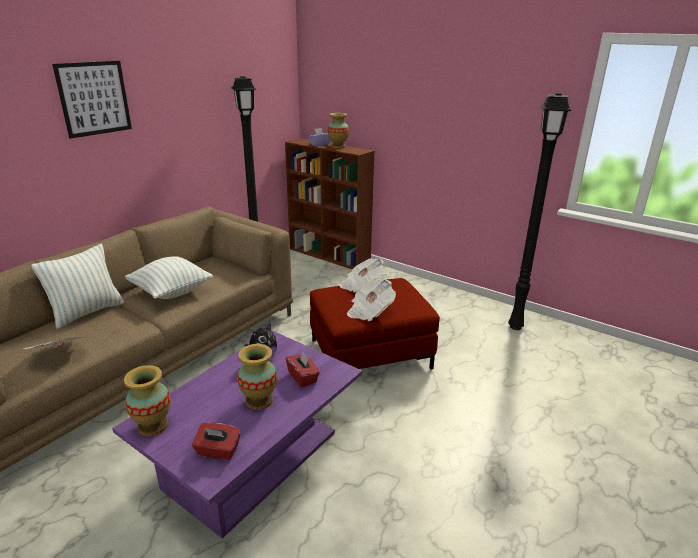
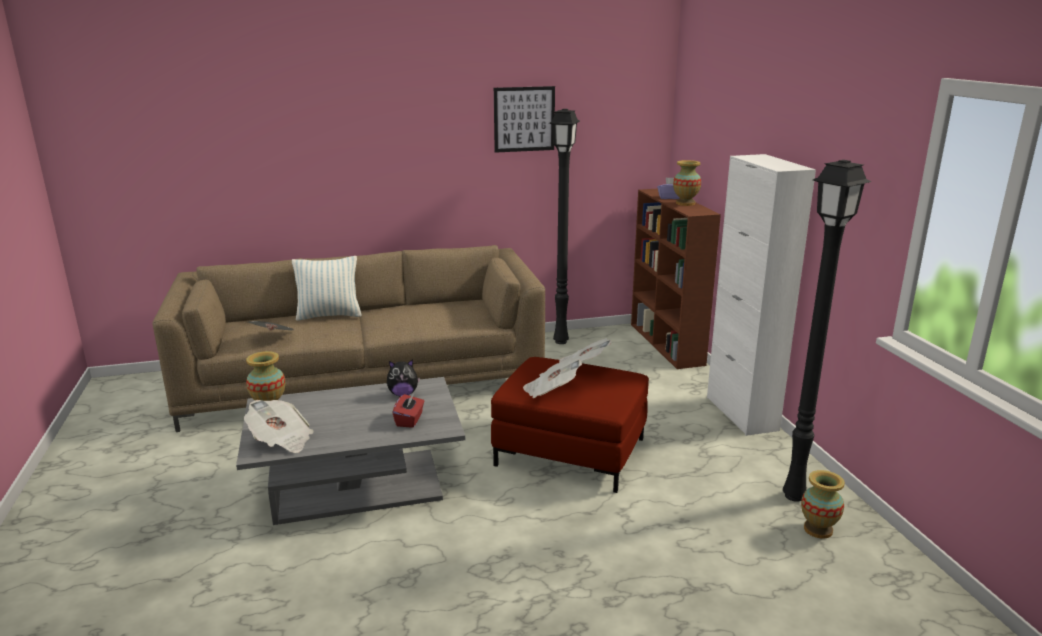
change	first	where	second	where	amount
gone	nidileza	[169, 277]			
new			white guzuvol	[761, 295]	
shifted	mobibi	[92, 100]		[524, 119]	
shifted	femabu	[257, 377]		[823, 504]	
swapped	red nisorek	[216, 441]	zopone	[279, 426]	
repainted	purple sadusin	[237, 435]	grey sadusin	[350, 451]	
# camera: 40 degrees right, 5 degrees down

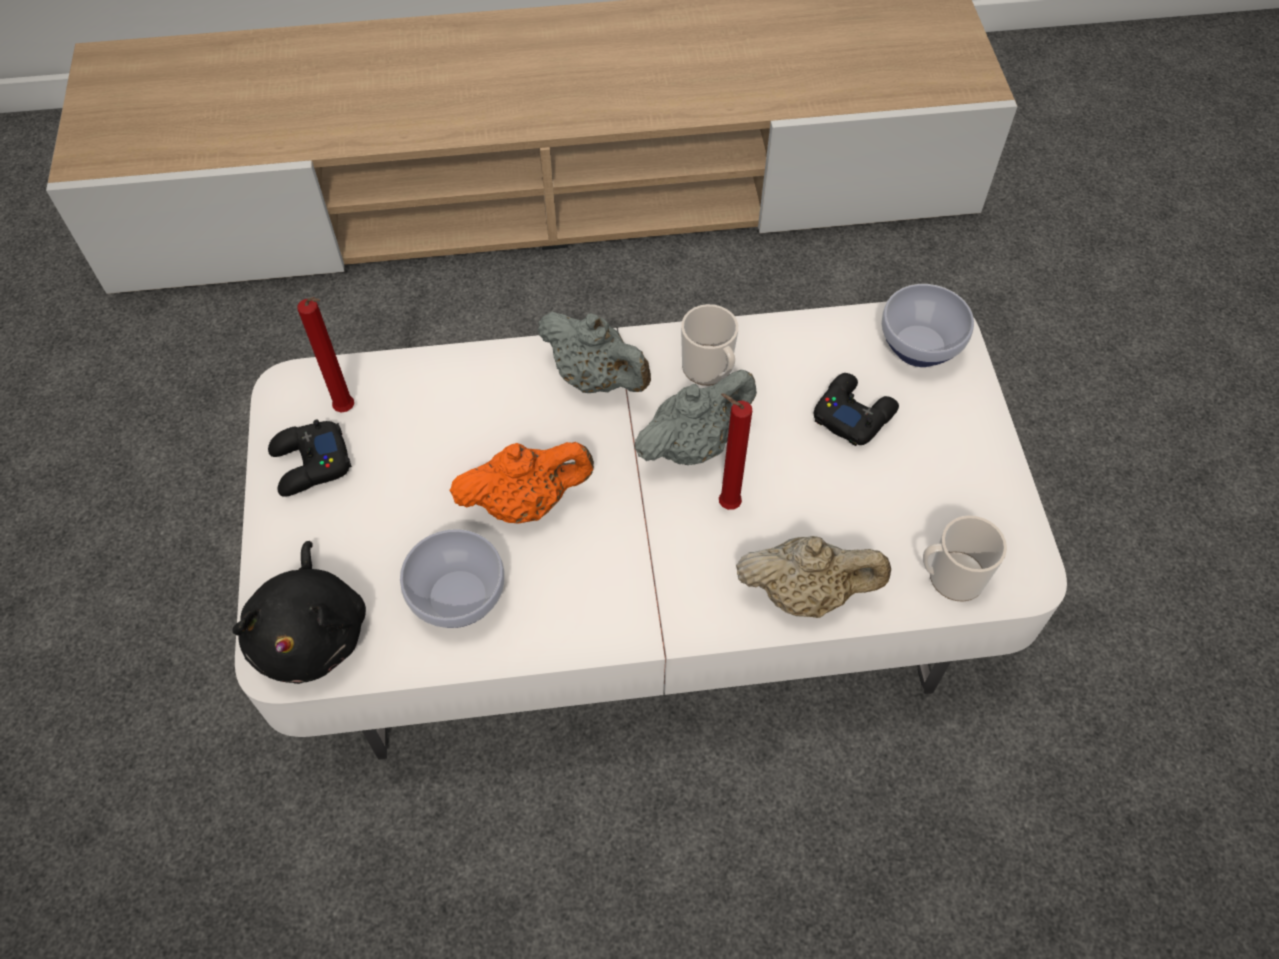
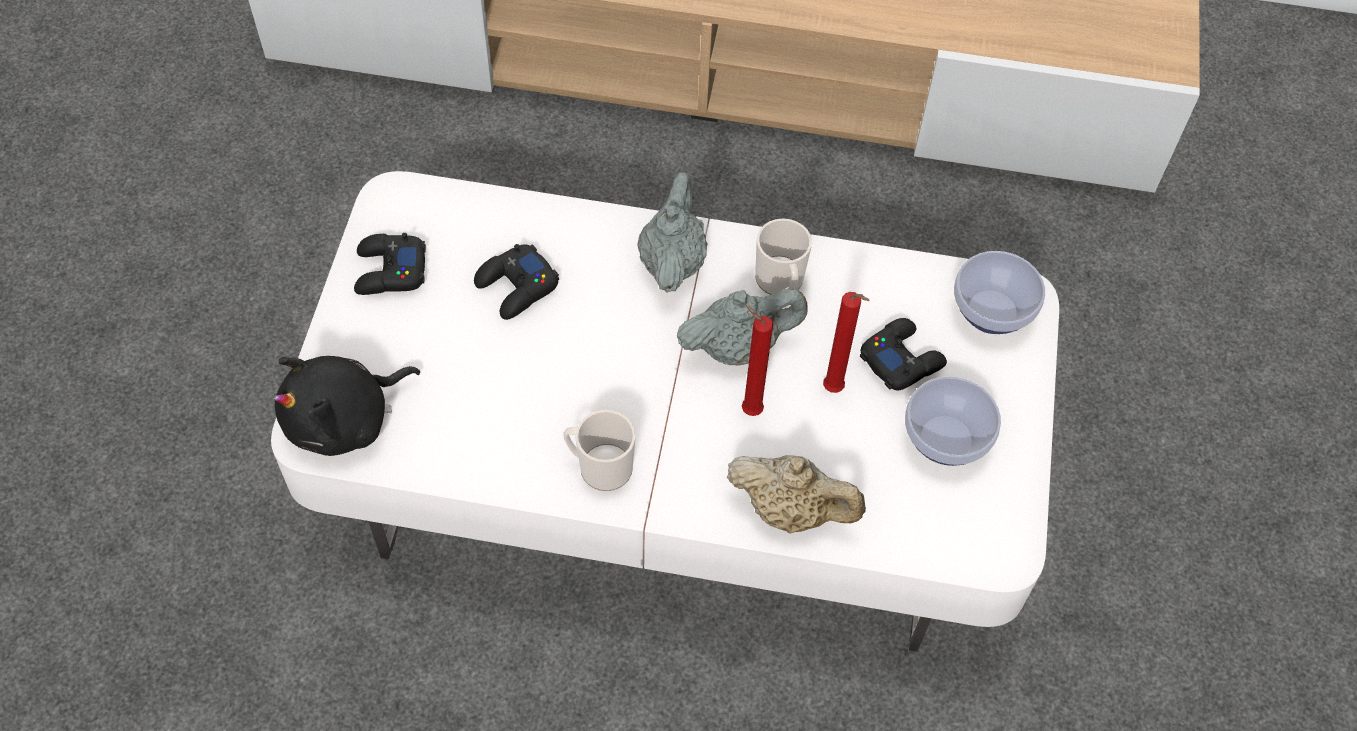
change	first	where	second	where	amount
gone	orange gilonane	[521, 483]			
new			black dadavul	[516, 282]	
shifted	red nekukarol	[325, 354]		[846, 342]	
shifted	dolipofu	[452, 578]		[953, 421]	
shifted	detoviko	[965, 559]		[599, 450]	
rotated	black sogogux	[299, 612]		[347, 406]	45 degrees clockwise
rotated	grey gilonane	[594, 352]		[672, 232]	135 degrees counterclockwise
# camera: 15 degrees right, 0 degrees up

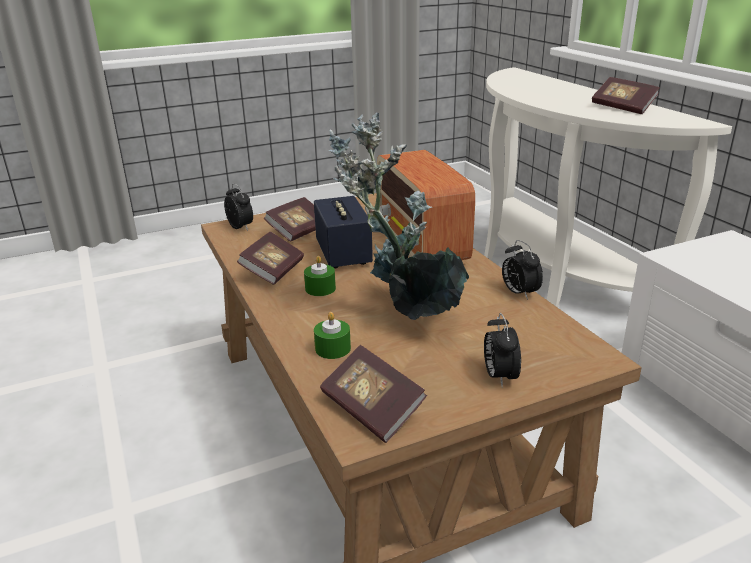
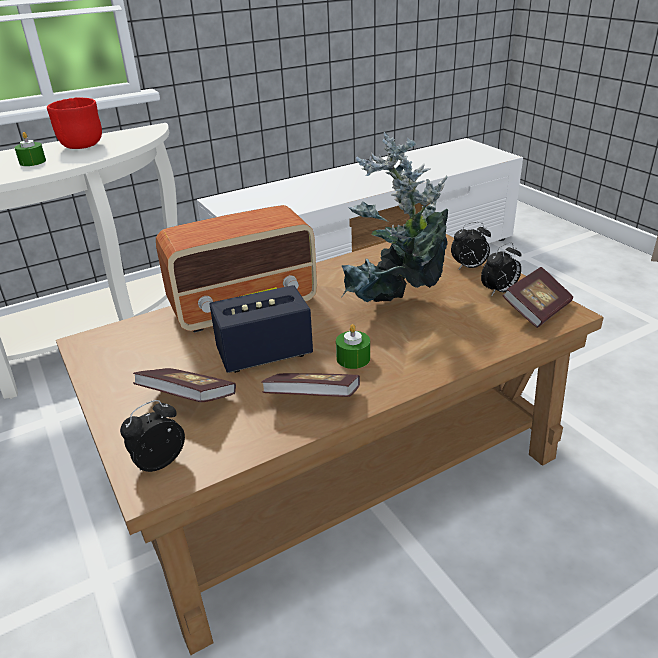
change	first	where	second	where	amount
shifted	green nekukarol	[332, 335]		[30, 149]	
shifted	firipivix	[522, 270]		[501, 269]	
swapped	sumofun	[626, 95]	red dolipofu	[74, 123]	
# camera: 95 degrees left, 5 degrees up

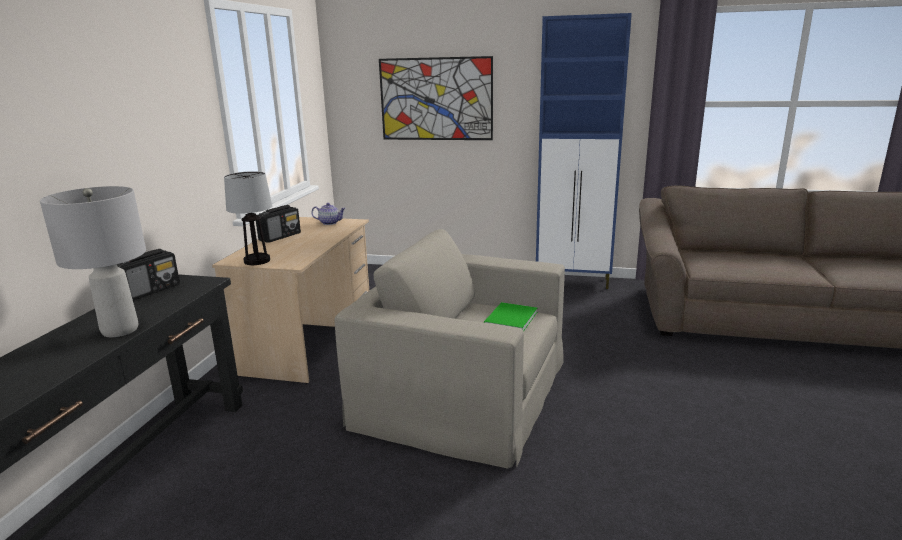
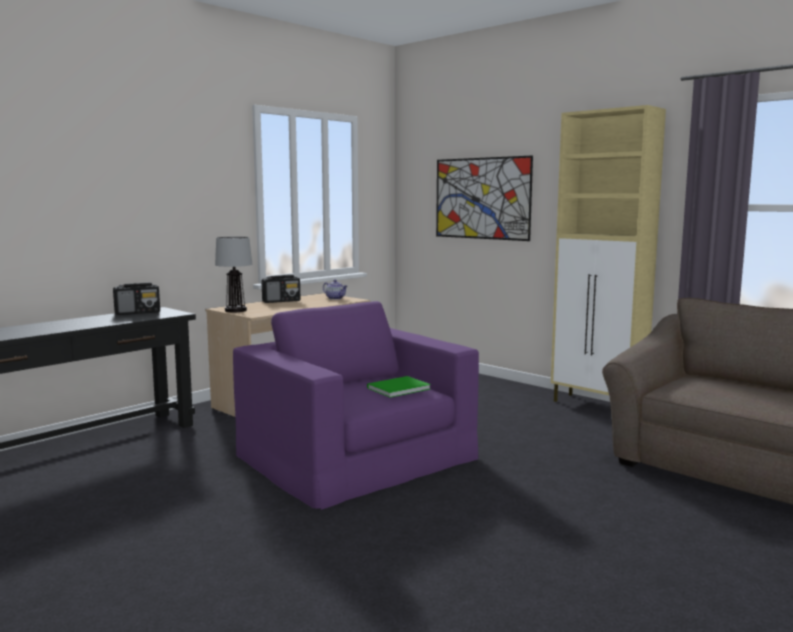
change	first	where	second	where	amount
gone	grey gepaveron	[93, 261]			
repainted	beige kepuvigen	[449, 349]	purple kepuvigen	[356, 405]	
repainted	blue guzuvol	[584, 151]	beige guzuvol	[608, 253]	
# camera: 30 degrees right, 10 degrees down

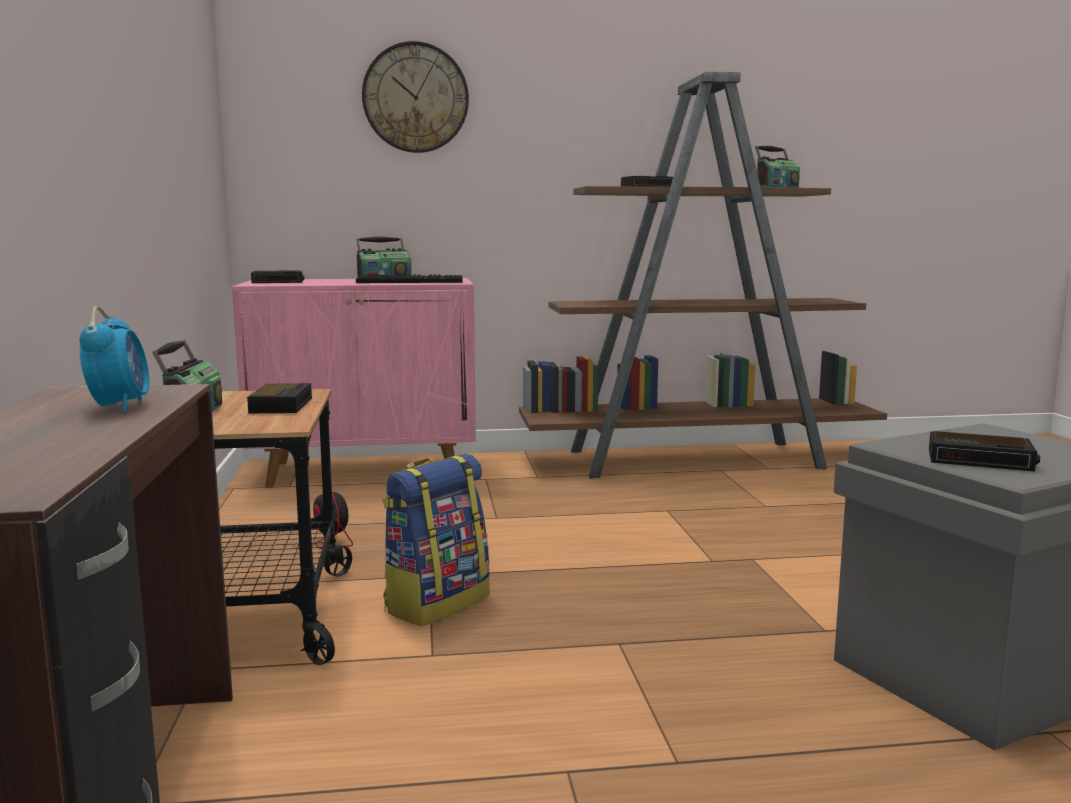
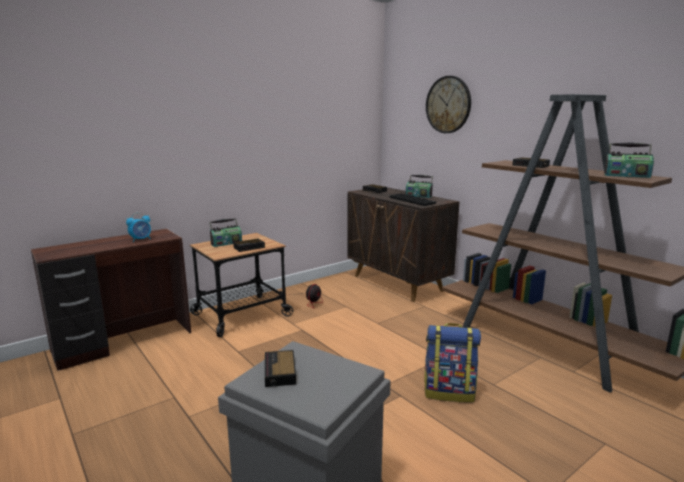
change	first	where	second	where	amount
shifted	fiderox	[436, 540]		[452, 362]	
repainted	pink guzuvol	[354, 383]	brown guzuvol	[403, 244]	
# camera: 60 degrees right, 5 degrees up

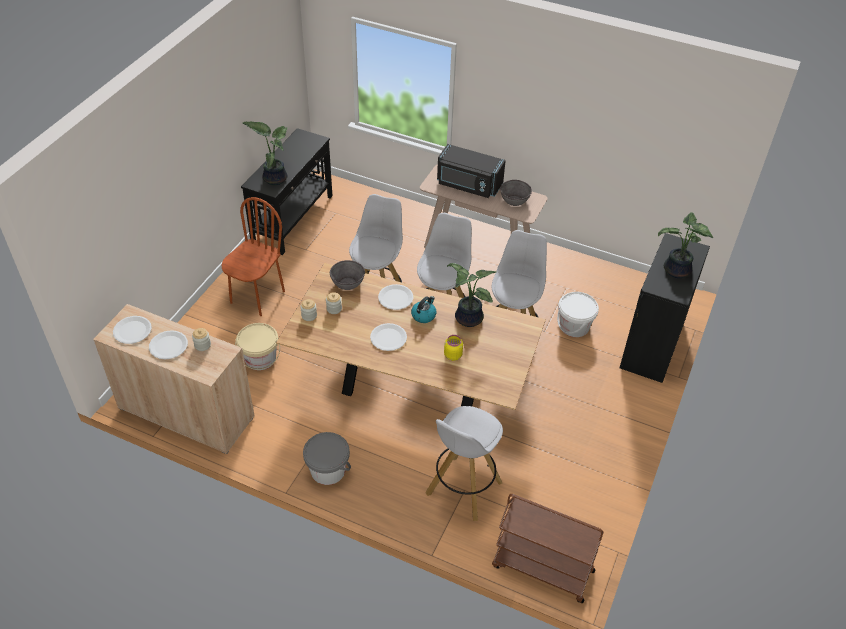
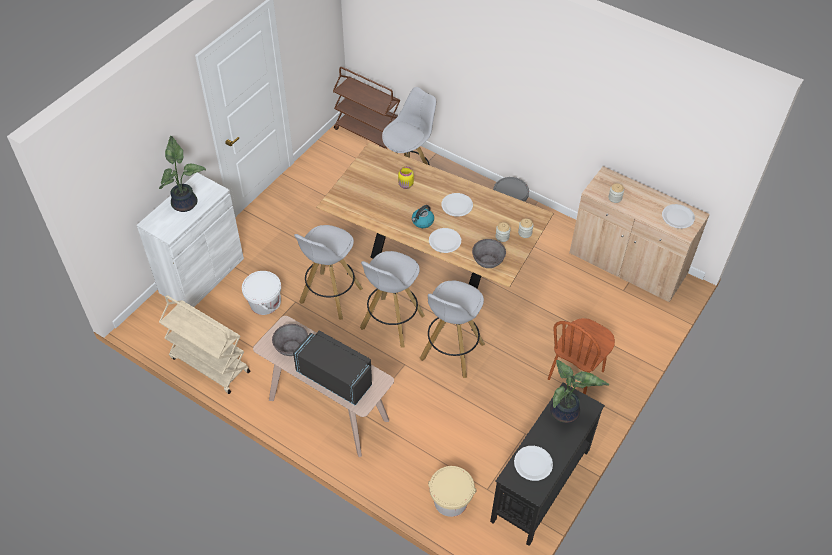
change	first	where	second	where	amount
gone	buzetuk	[472, 295]			
new			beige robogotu	[204, 344]	
shifted	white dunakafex	[168, 345]		[533, 463]	
shifted	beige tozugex	[257, 346]		[452, 491]	
repainted	black guzuvol	[665, 308]	white guzuvol	[190, 240]	
# camera: 170 degrees left, 5 degrees up

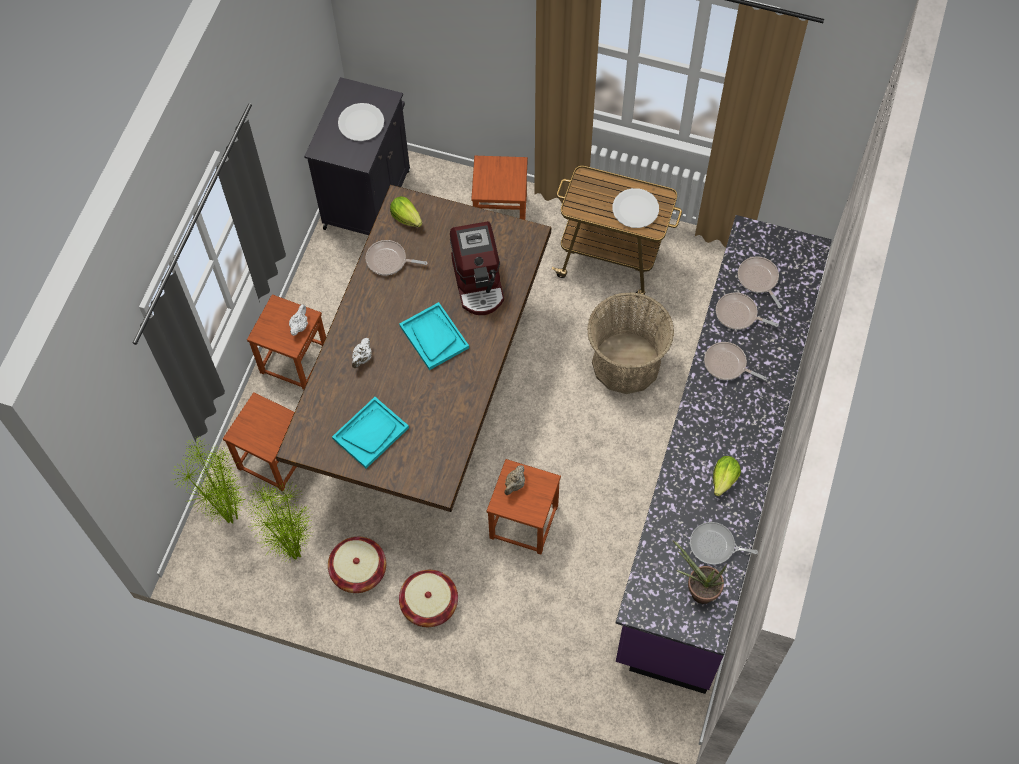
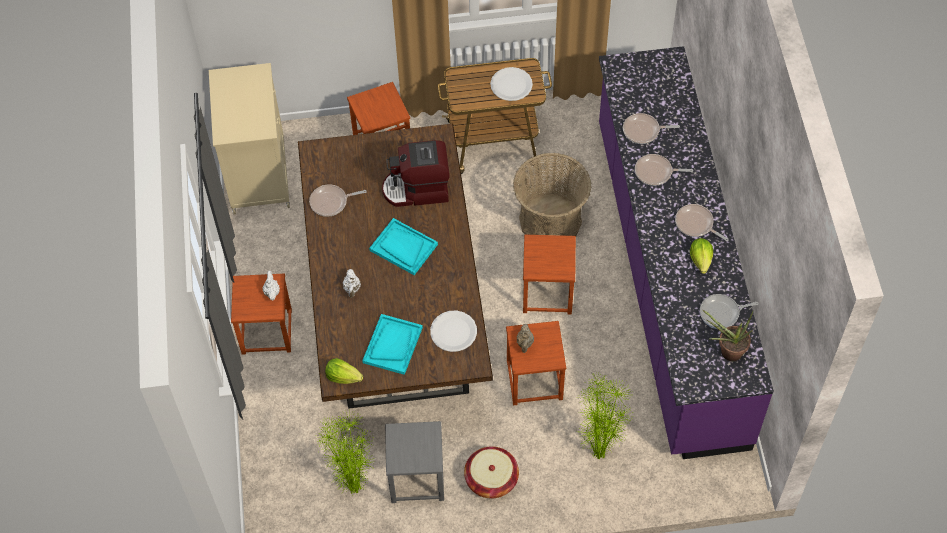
change	first	where	second	where	amount
shifted	buzetuk	[208, 481]		[604, 415]	
shifted	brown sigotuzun	[259, 441]		[549, 275]	
shifted	white dunakafex	[361, 122]		[453, 331]	
shifted	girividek	[406, 211]		[344, 371]	
shifted	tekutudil	[760, 282]		[702, 222]	
swapped	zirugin	[357, 565]	grey sigotuzun	[414, 462]	
repainted	black guzuvol	[357, 156]	beige guzuvol	[249, 139]	
rotated	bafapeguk	[477, 268]		[416, 173]	120 degrees clockwise
# camera: 25 degrees left, 5 degrees down

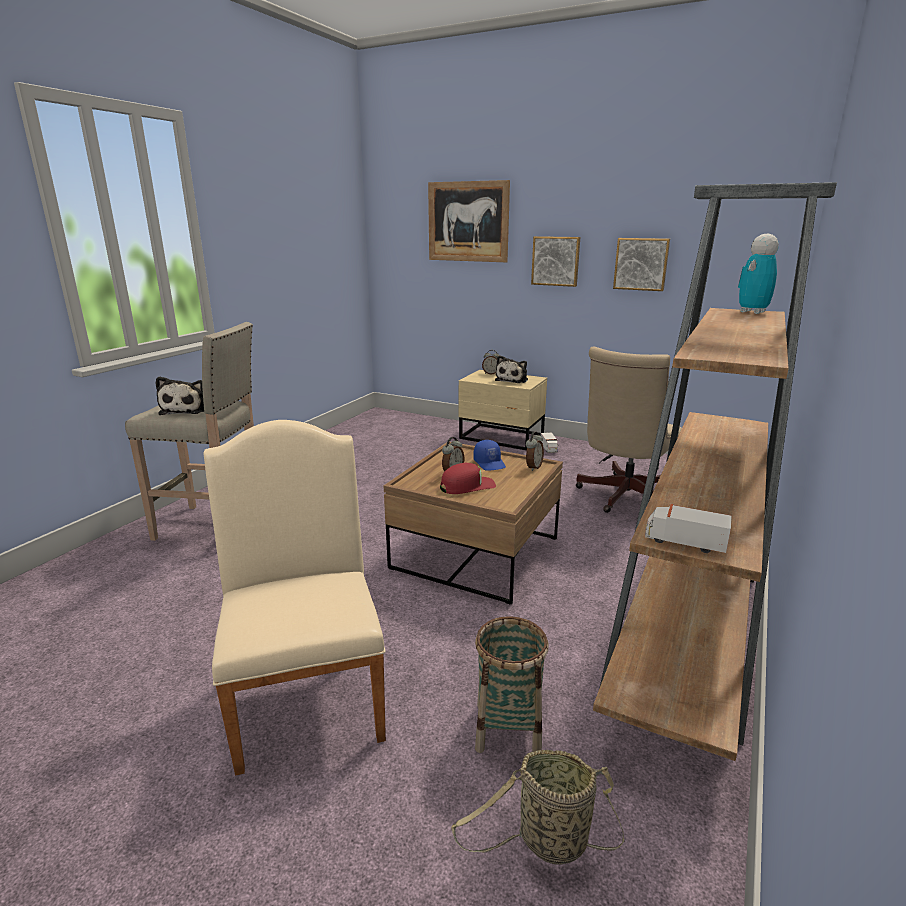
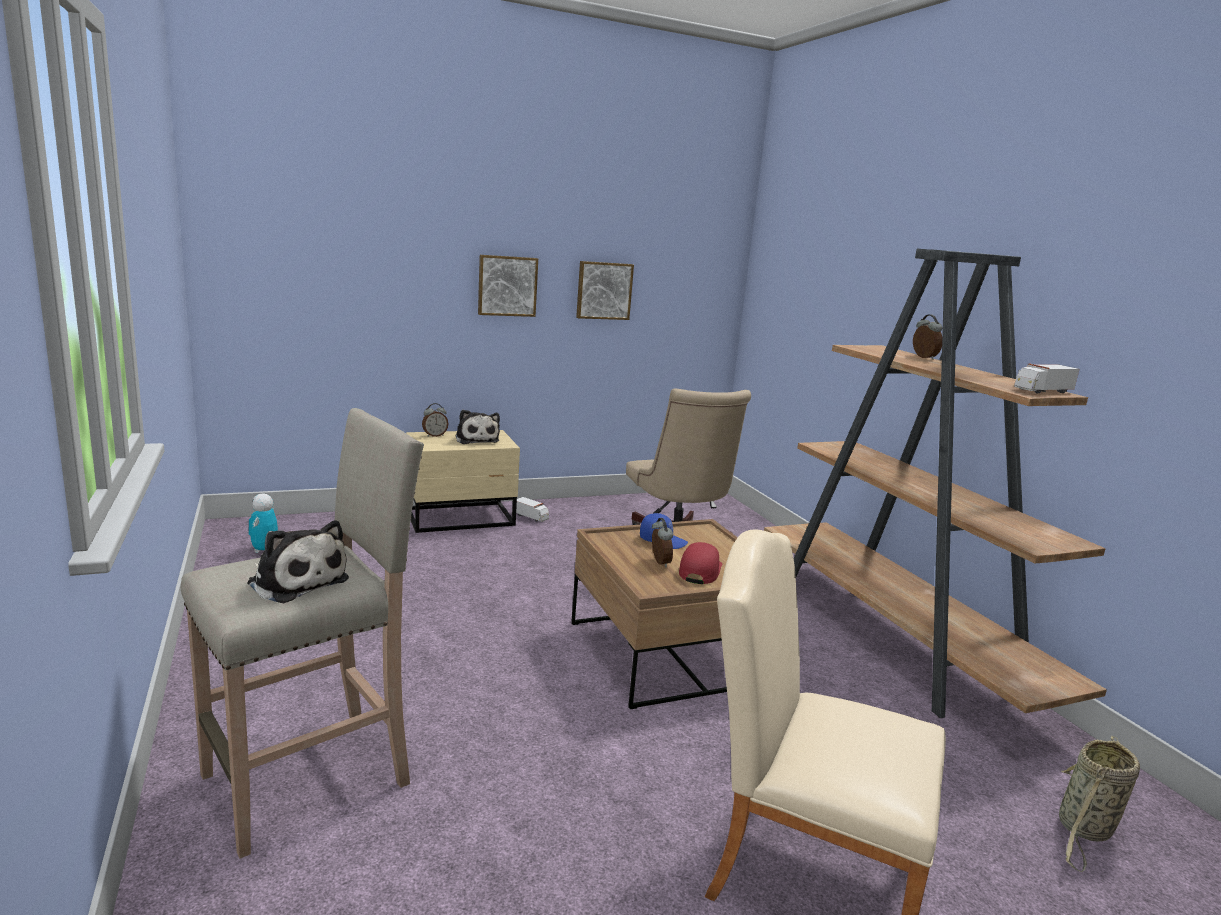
change	first	where	second	where	amount
gone	mobibi	[469, 221]			
gone	zirugin	[512, 684]			
shifted	firipivix	[535, 451]		[927, 337]	
shifted	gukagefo	[688, 528]		[1046, 378]	
shifted	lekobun	[758, 274]		[263, 523]	
# camera: 50 degrees left, 5 degrees down

